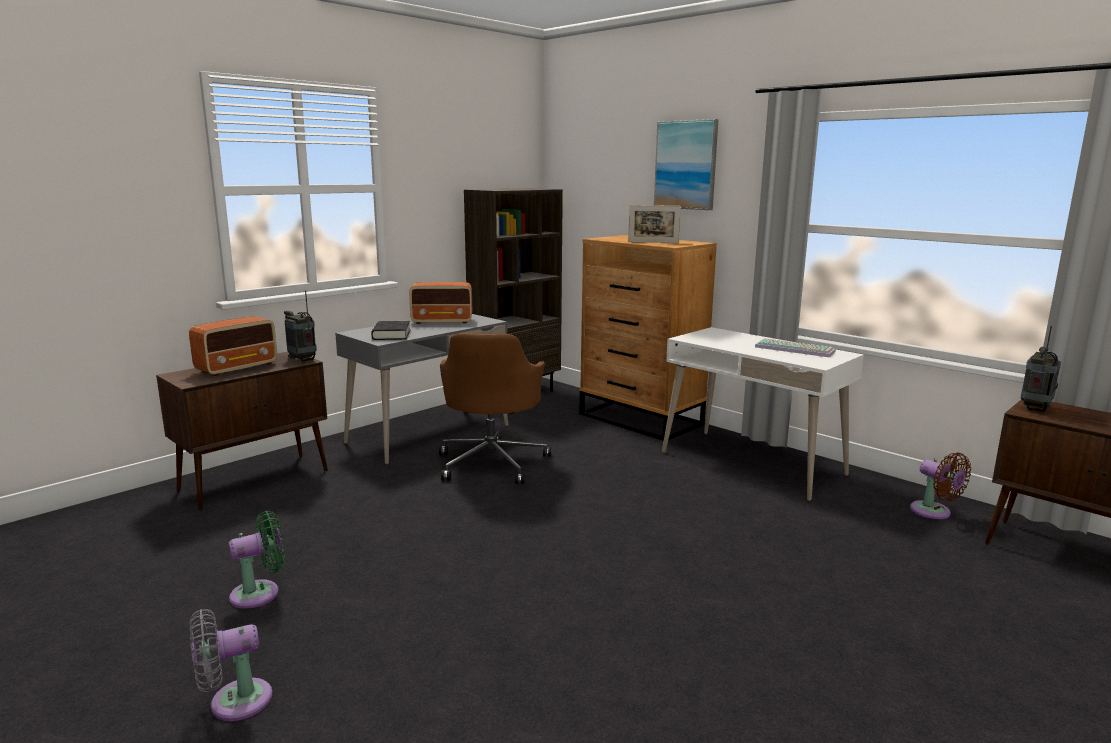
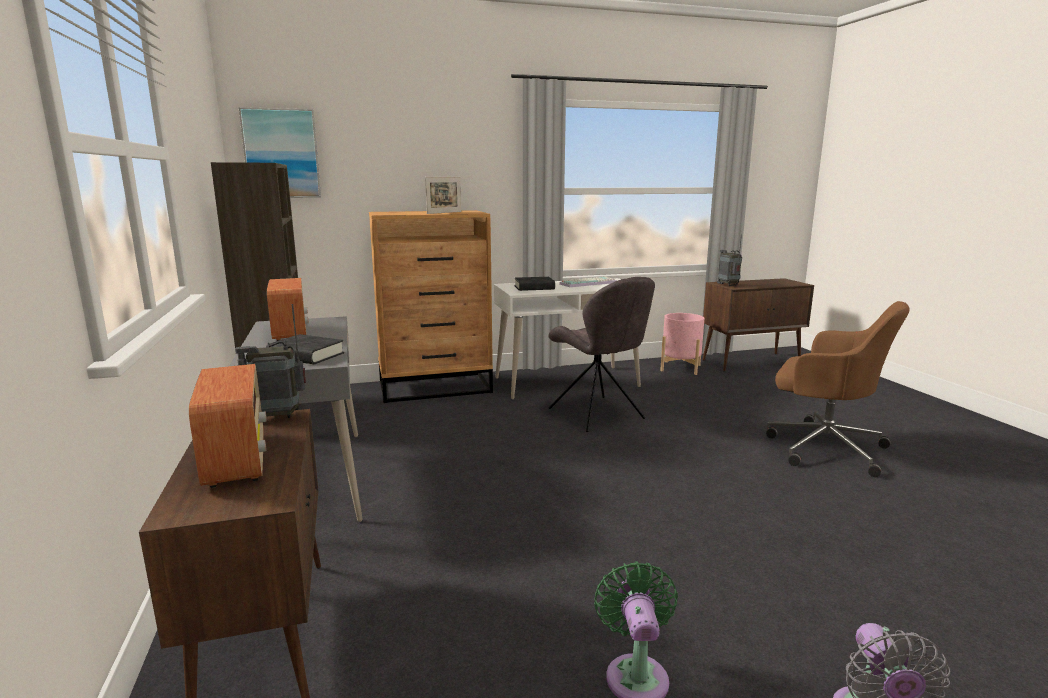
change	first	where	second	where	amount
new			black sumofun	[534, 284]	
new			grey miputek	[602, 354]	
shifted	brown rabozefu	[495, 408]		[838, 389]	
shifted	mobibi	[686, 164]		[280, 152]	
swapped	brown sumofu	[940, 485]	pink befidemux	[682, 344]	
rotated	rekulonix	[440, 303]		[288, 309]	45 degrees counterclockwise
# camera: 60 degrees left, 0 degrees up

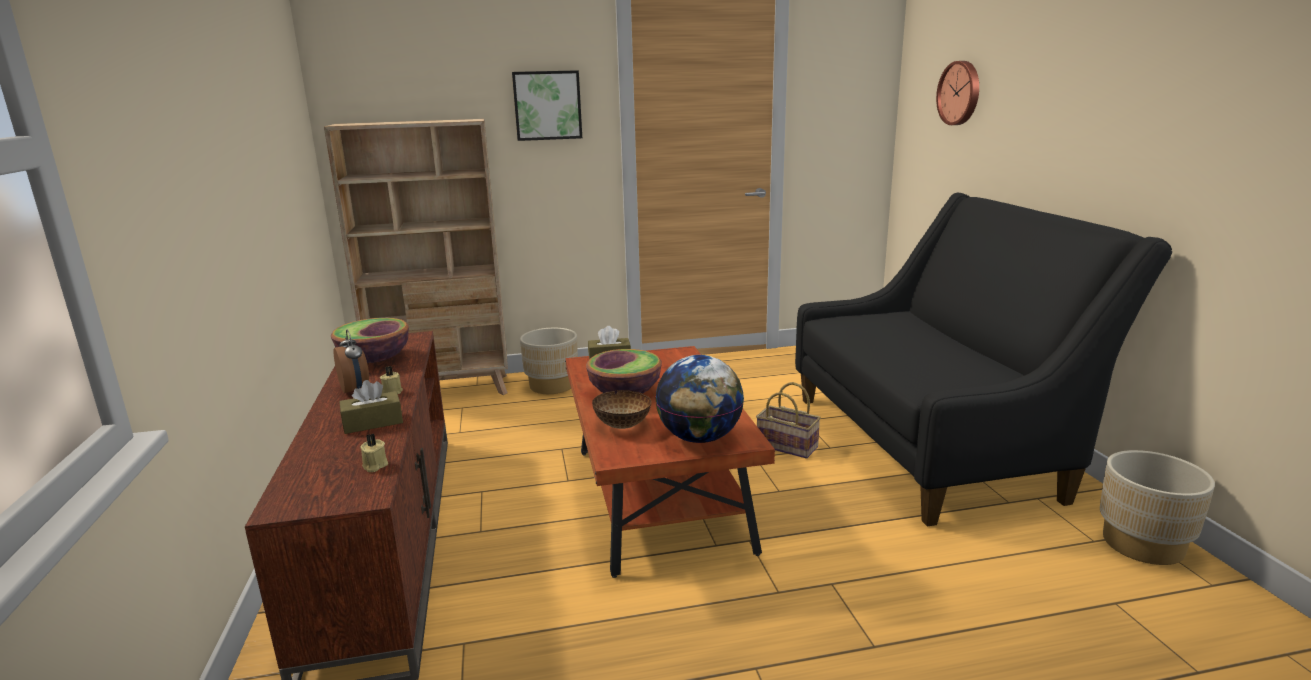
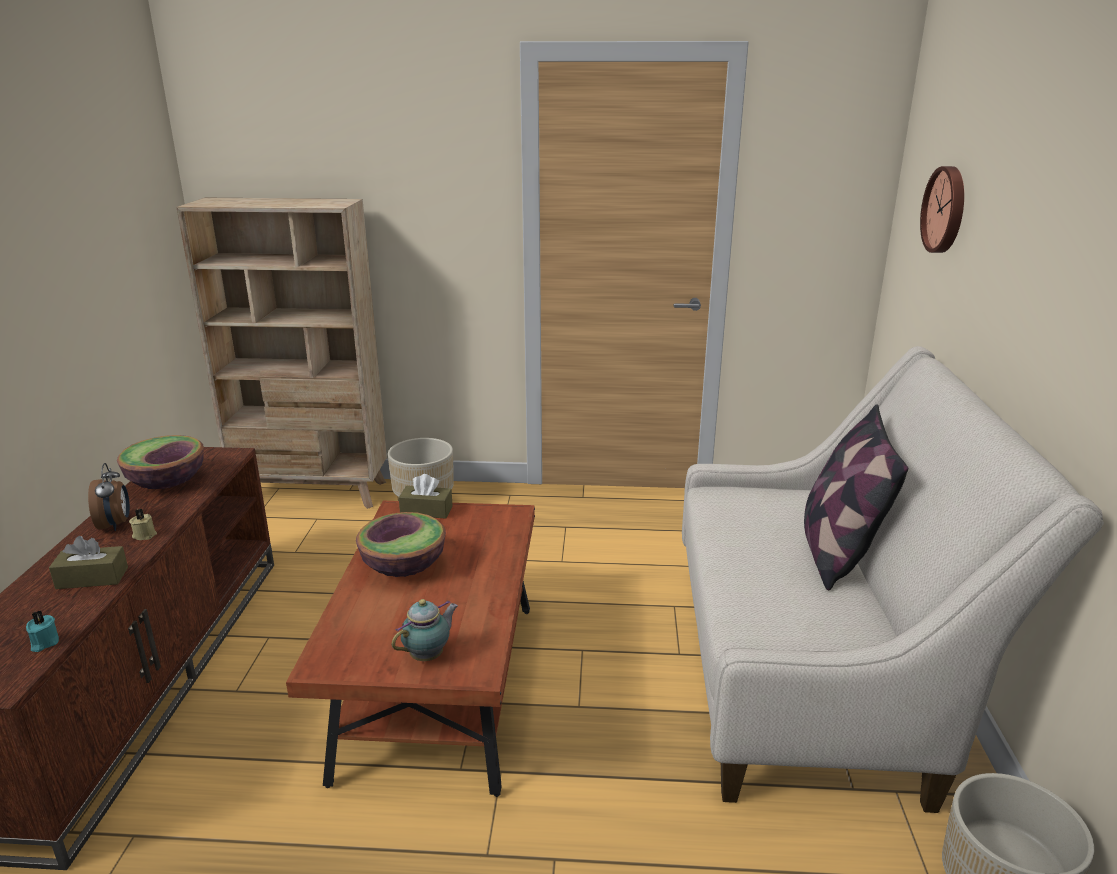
change	first	where	second	where	amount
gone	mobibi	[547, 105]			
gone	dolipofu	[622, 409]			
gone	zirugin	[788, 420]			
new			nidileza	[856, 497]	
swapped	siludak	[699, 399]	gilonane	[425, 630]	
repainted	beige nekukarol	[374, 453]	turquoise nekukarol	[42, 631]	
repainted	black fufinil	[983, 360]	beige fufinil	[893, 579]	
# camera: 15 degrees right, 5 degrees up

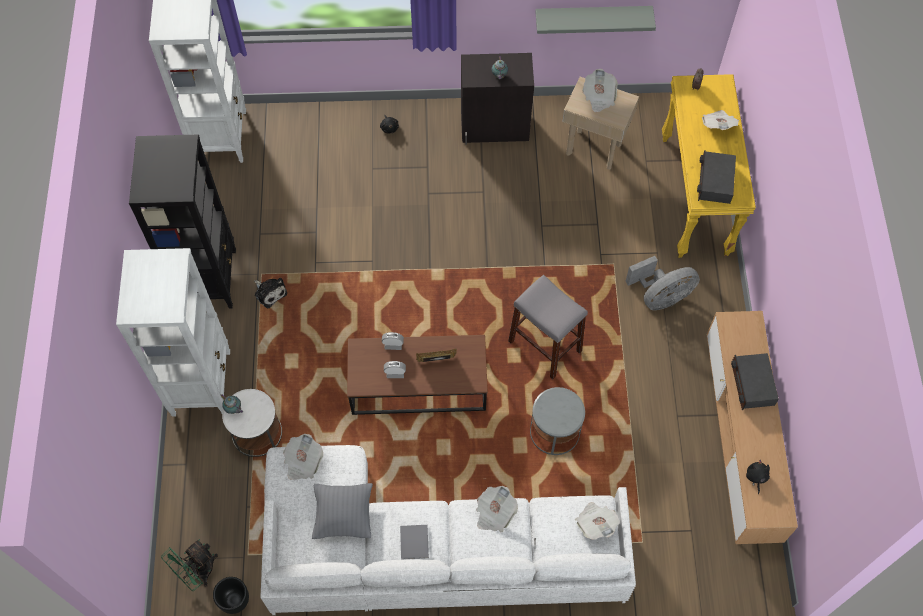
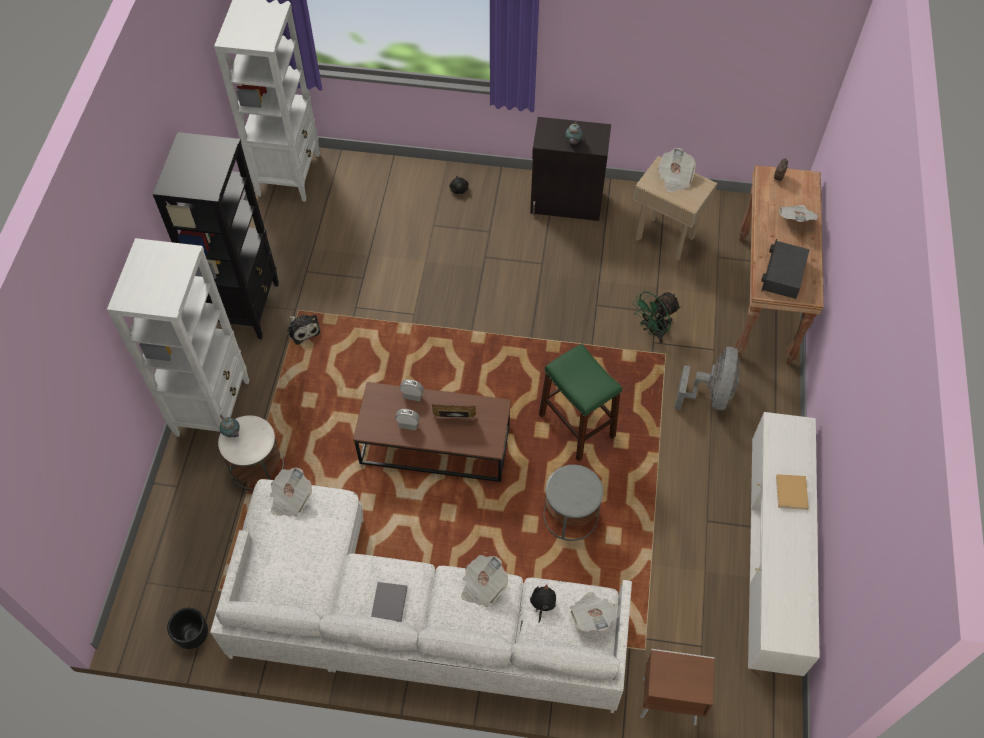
change	first	where	second	where	amount
gone	grey nidileza	[342, 511]			
gone	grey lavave	[595, 20]			
new			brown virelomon	[677, 687]	
shifted	green sumofu	[189, 565]		[656, 317]	
shifted	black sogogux	[758, 477]		[543, 603]	
swapped	rekulonix	[755, 381]	beige sumofun	[792, 492]	
repainted	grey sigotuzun	[548, 327]	green sigotuzun	[580, 402]	
repainted	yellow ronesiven	[709, 166]	brown ronesiven	[780, 264]	
repainted	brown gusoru	[752, 427]	white gusoru	[784, 544]	
rotated	grey sumofu	[662, 283]		[707, 378]	60 degrees counterclockwise
# camera: 10 degrees right, 5 degrees down

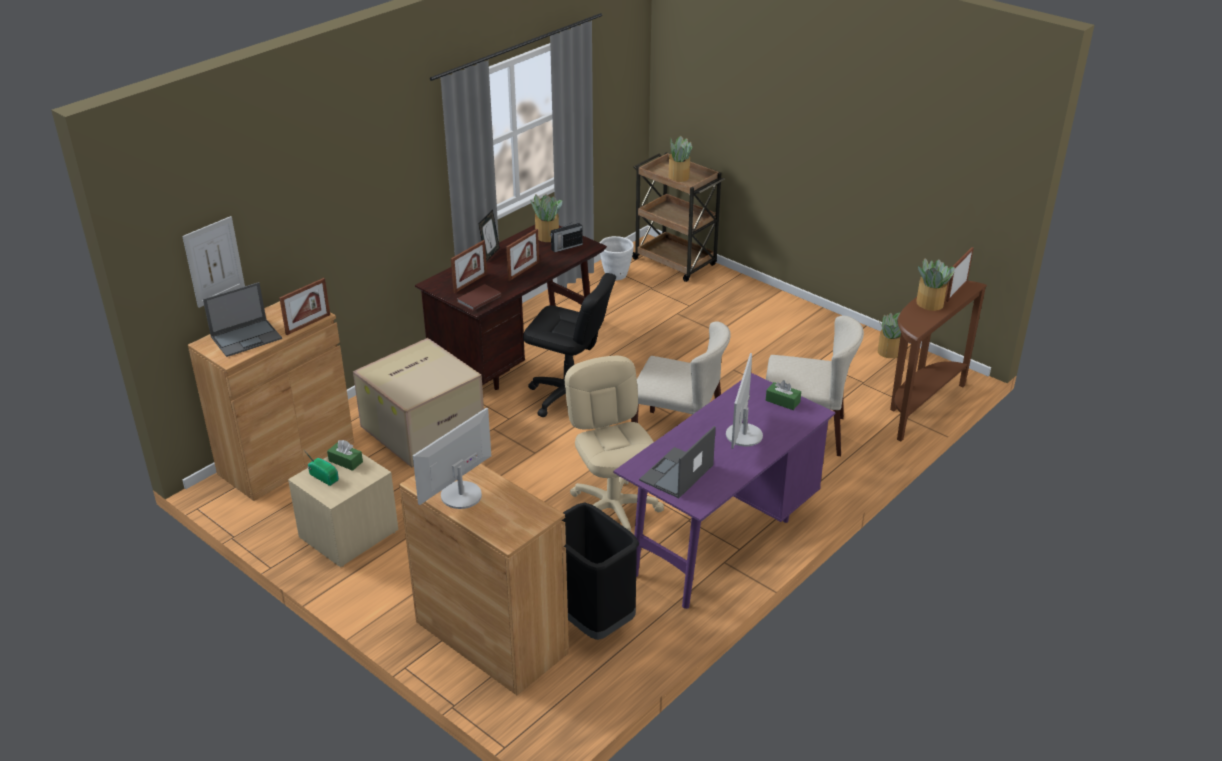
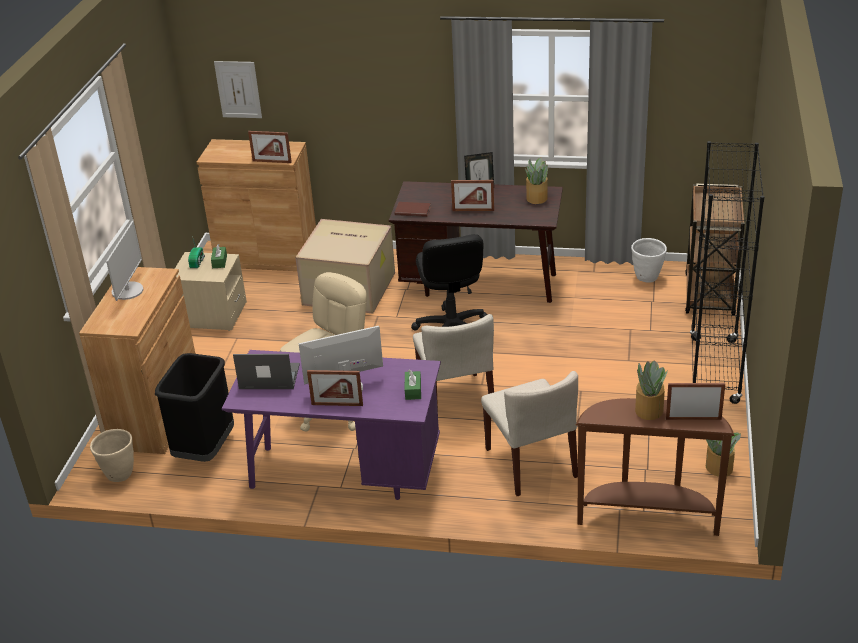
change	first	where	second	where	amount
gone	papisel	[242, 319]			
gone	rekulonix	[566, 237]			
gone	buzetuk	[680, 159]			
new			beige befidemux	[112, 455]	
new			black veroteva	[727, 272]	
shifted	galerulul	[469, 266]		[335, 388]	
rotated	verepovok	[452, 458]		[124, 261]	90 degrees clockwise
# camera: 60 degrees right, 0 degrees up

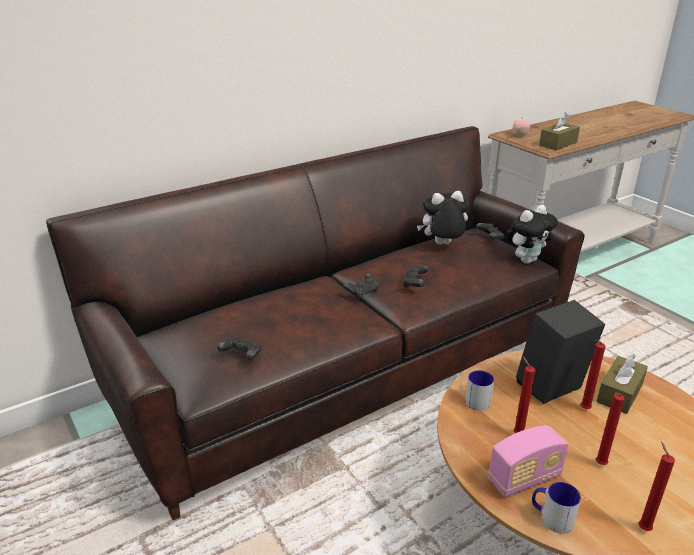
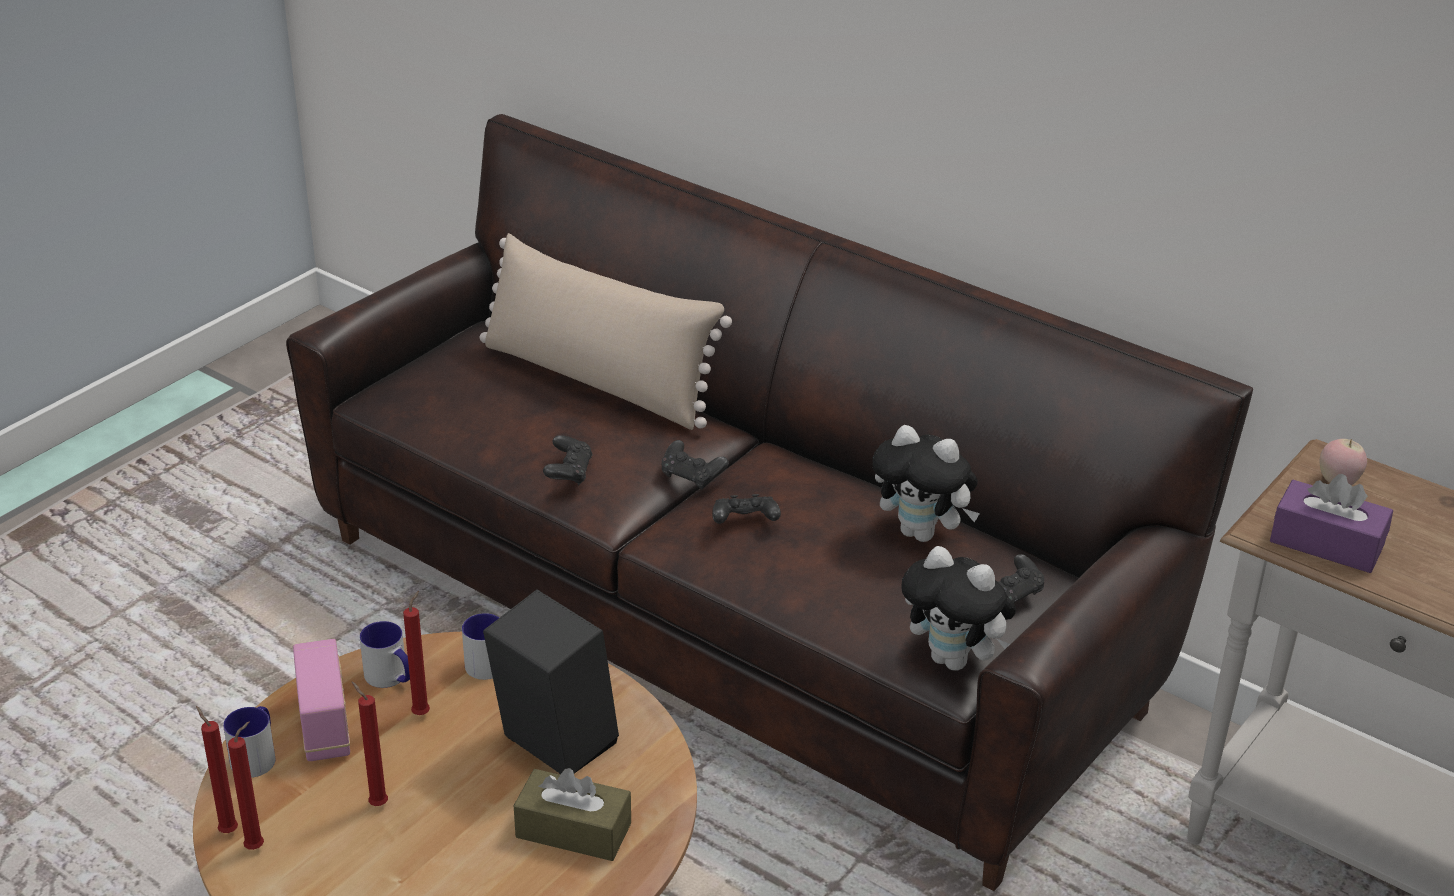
change	first	where	second	where	amount
new			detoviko	[385, 654]	
new			beige nidileza	[605, 331]	
shifted	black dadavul	[239, 348]		[567, 460]	
shifted	red nekukarol	[593, 374]		[217, 769]	
repainted	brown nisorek	[559, 131]	purple nisorek	[1331, 523]	
rotated	sogogux	[442, 218]		[926, 483]	150 degrees clockwise
rotated	rekulonix	[528, 461]		[321, 700]	150 degrees counterclockwise
# camera: 70 degrees right, 5 degrees up

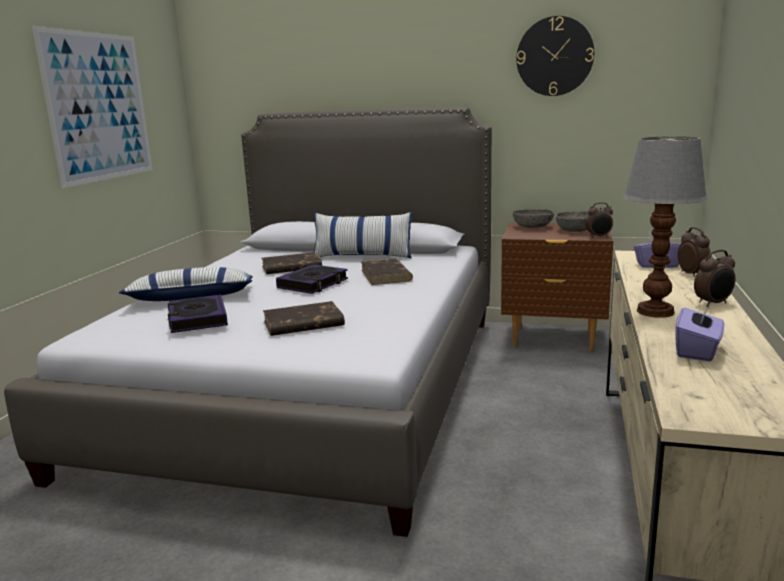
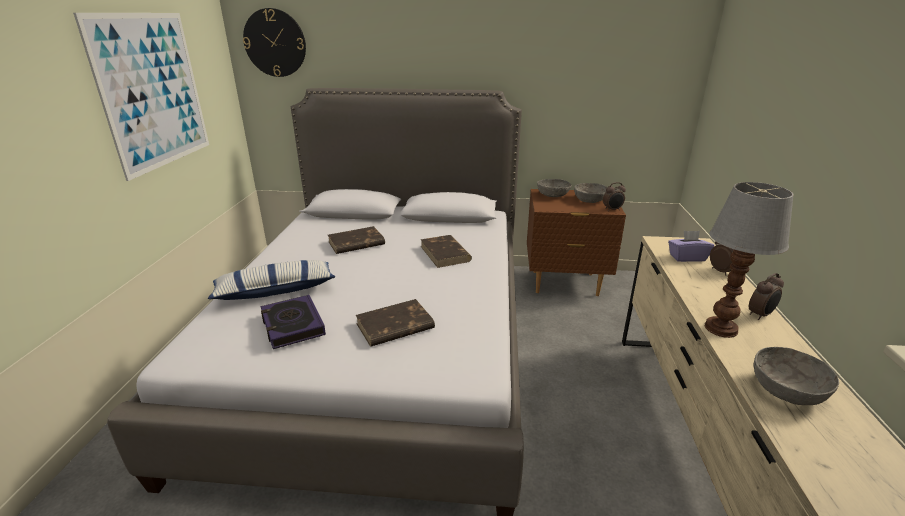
change	first	where	second	where	amount
gone	sumofun	[312, 279]			
gone	nidileza	[363, 235]			
shifted	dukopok	[555, 56]		[274, 42]	
swapped	purple nisorek	[700, 331]	grey dolipofu	[796, 376]	
# camera: 10 degrees left, 10 degrees up

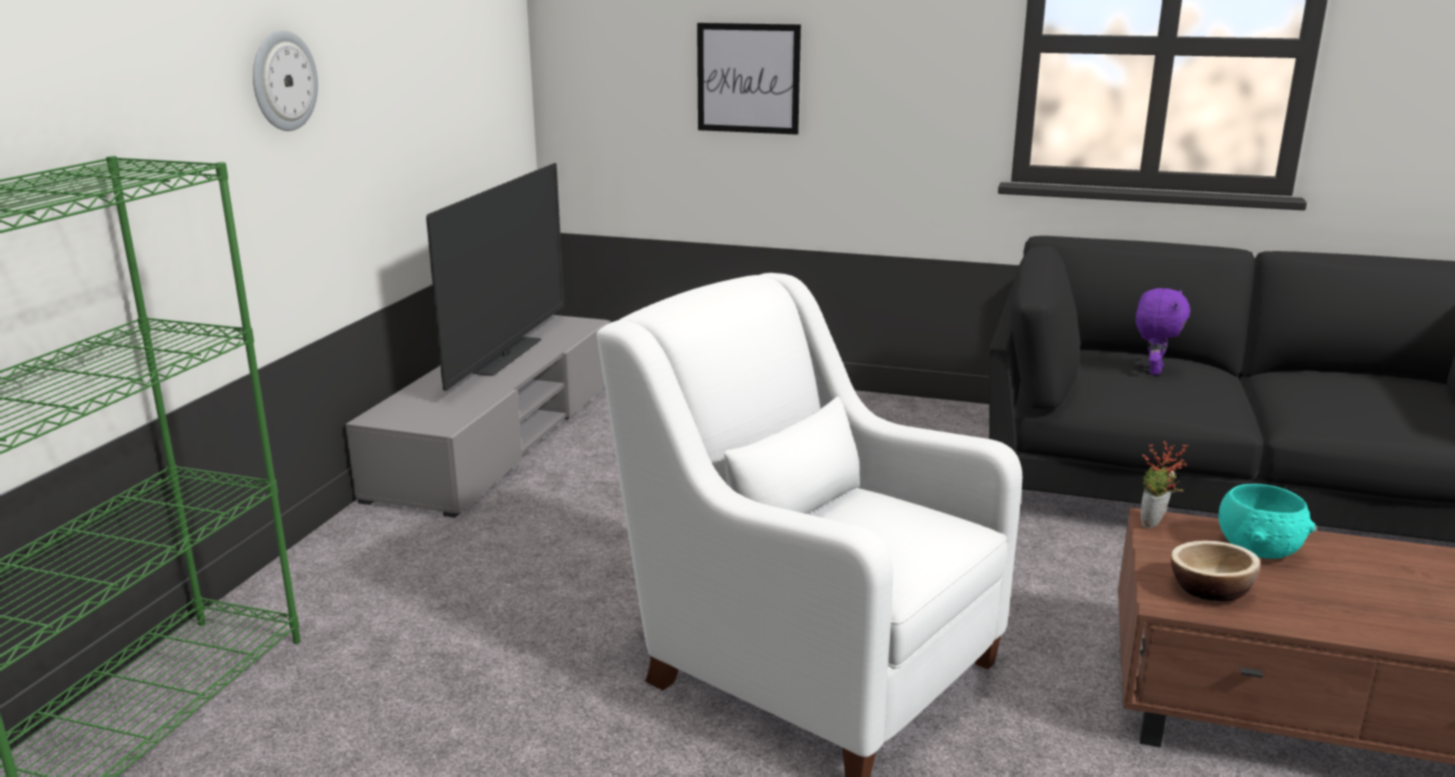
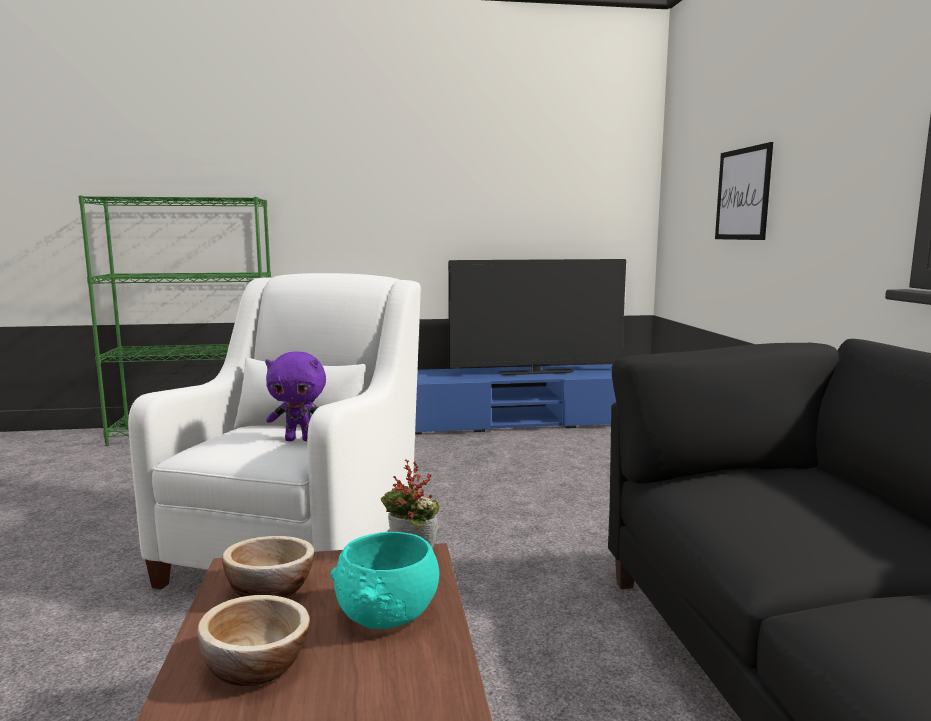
change	first	where	second	where	amount
gone	dukopok	[285, 80]			
new			dolipofu	[253, 640]	
shifted	purple sogogux	[1163, 331]		[295, 396]	
repainted	grey gusoru	[478, 416]	blue gusoru	[515, 399]	
# camera: 65 degrees right, 10 degrees down

